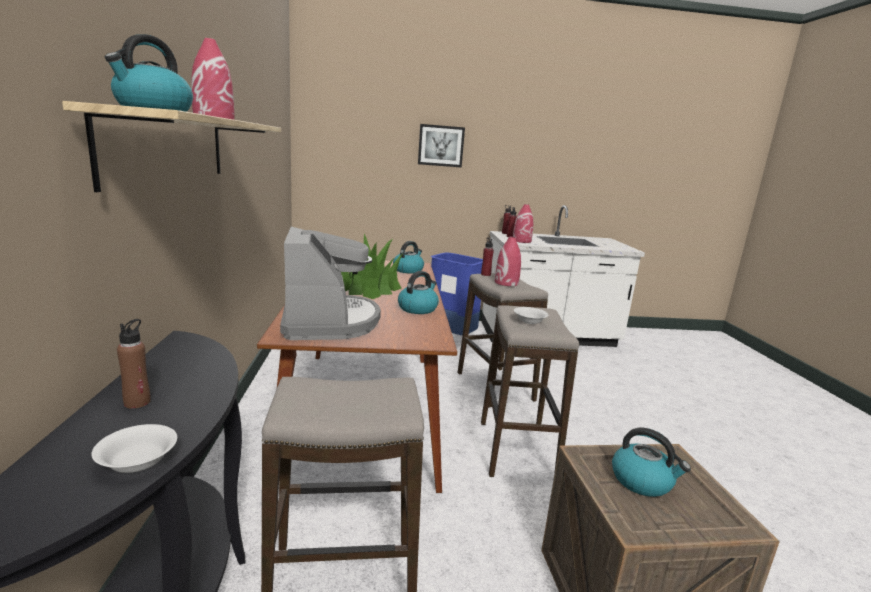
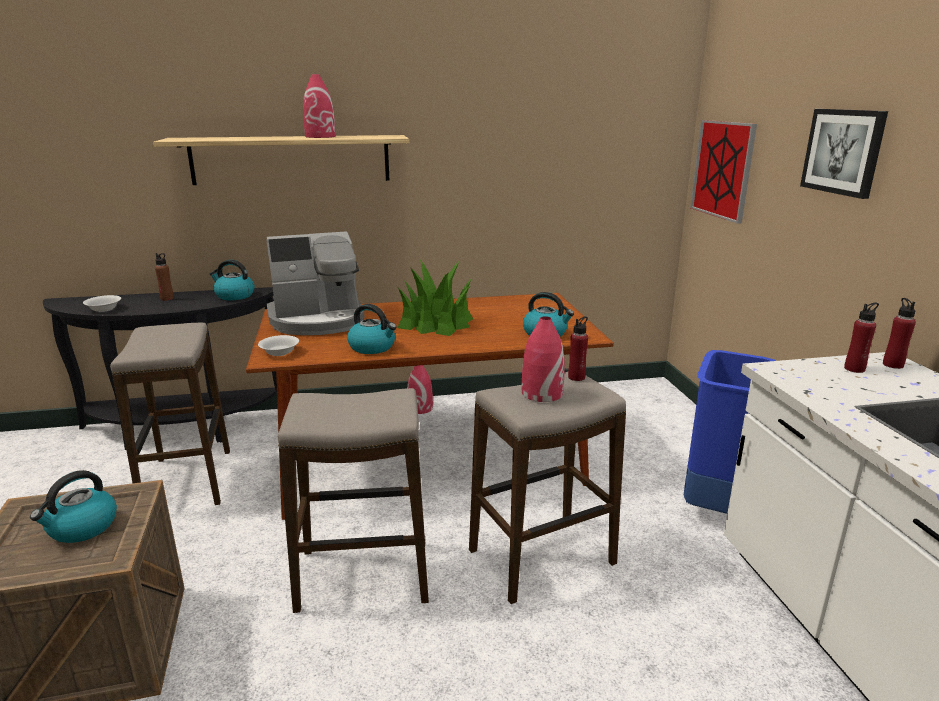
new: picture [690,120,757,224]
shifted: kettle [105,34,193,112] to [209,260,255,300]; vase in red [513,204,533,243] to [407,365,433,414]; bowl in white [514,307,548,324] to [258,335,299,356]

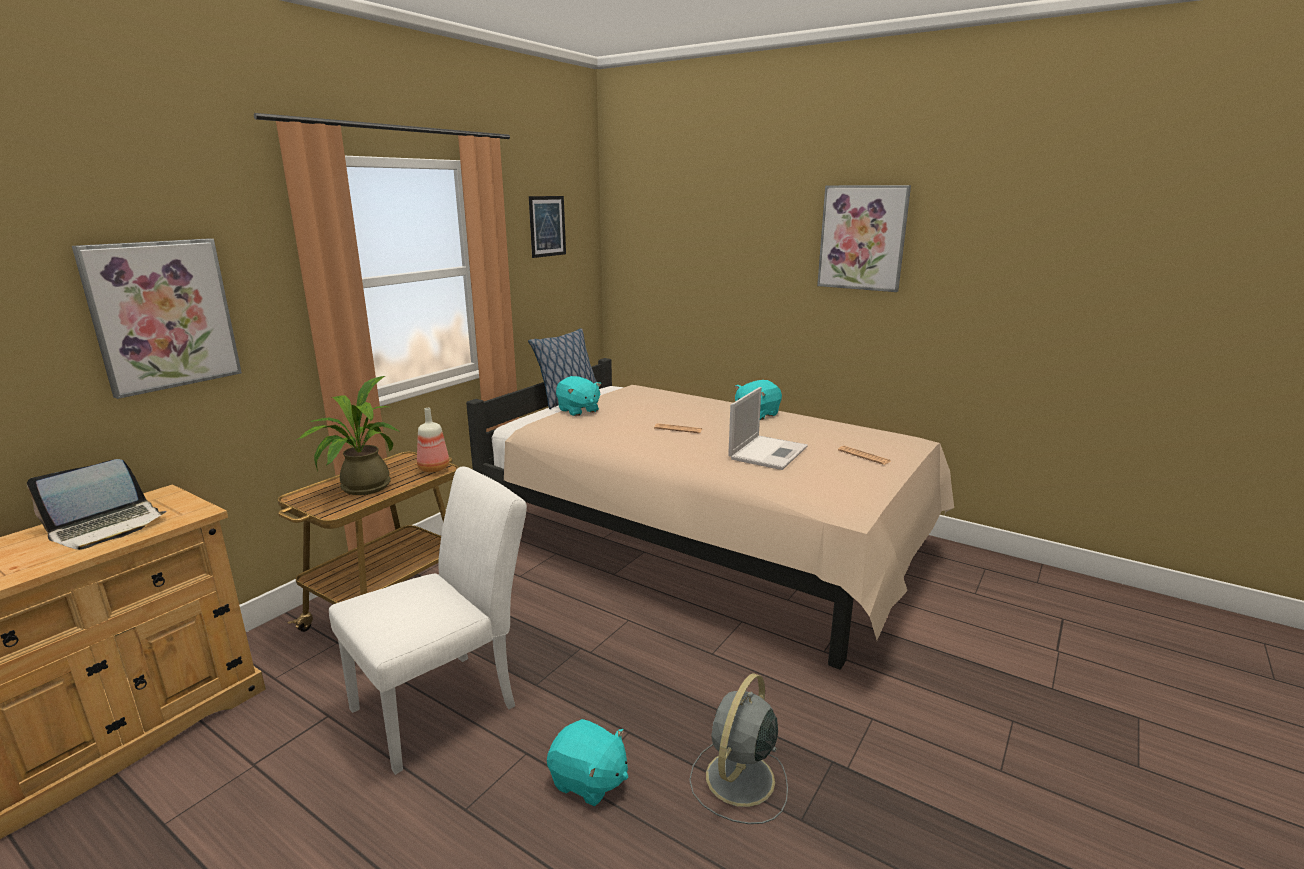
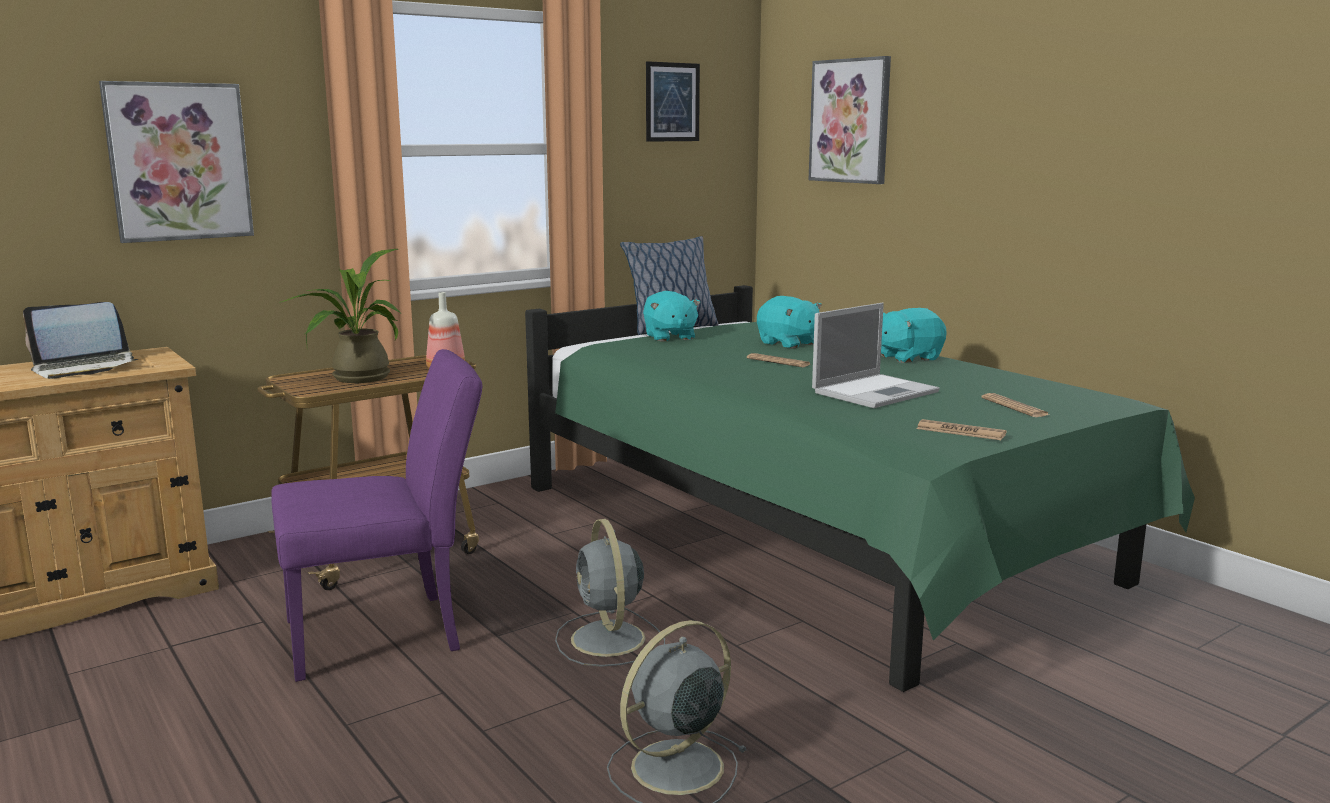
new: fan in grey [555,519,665,667]; newspaper [917,419,1007,440]
shifted: plush toy in turquoise [547,719,628,806] to [757,296,822,349]; picture [817,185,911,292] to [809,56,891,184]
repainted: chair in white [329,467,527,775] to chair in purple [271,349,482,682]; bed in beige [466,358,954,670] to bed in green [525,285,1195,692]

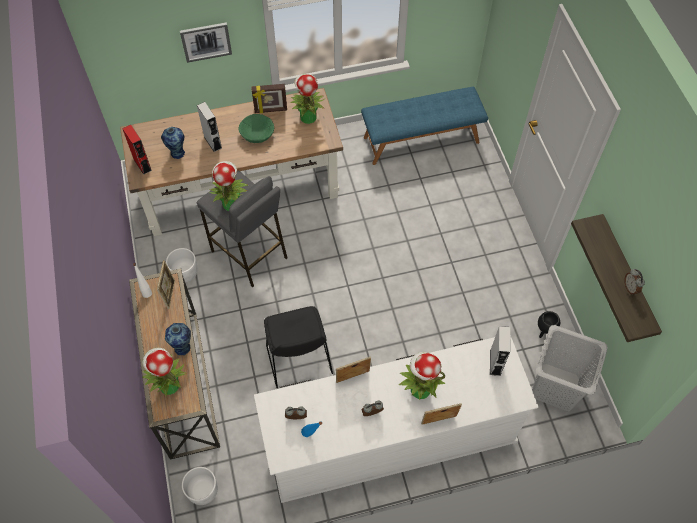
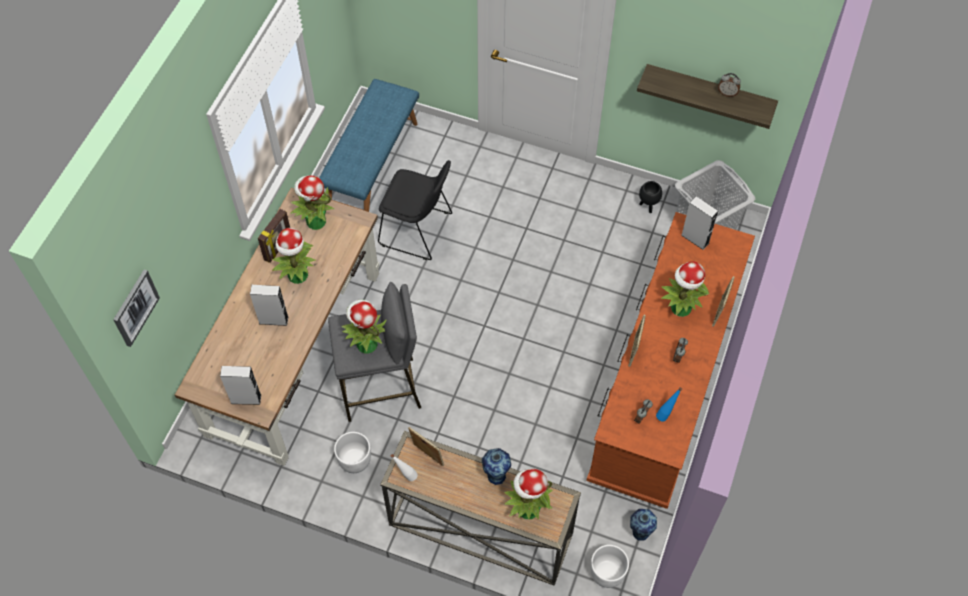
shifted: vase [161,127,186,159] to [630,509,657,541]; picture [180,22,232,63] to [113,269,160,347]; chair in black [264,306,333,388] to [378,160,452,260]
swapped: bowl in green [238,114,274,143] to potted plant [272,228,316,284]
repainted: speaker in red [122,125,152,175] to speaker in grey [220,366,261,405]; dresser in white [254,335,539,503] to dresser in brown [586,212,755,509]

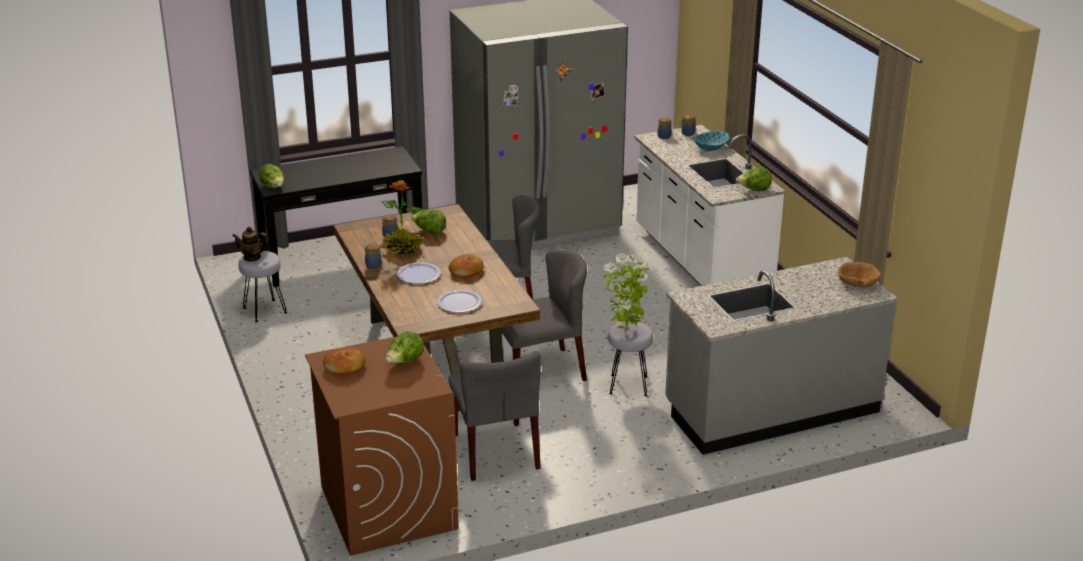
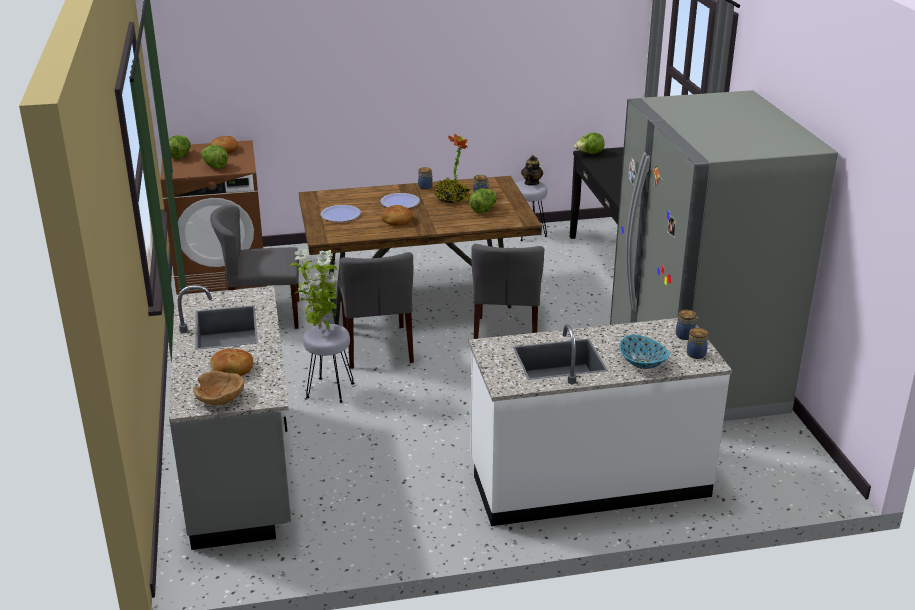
new: bread [210,349,253,376]
shifted: lettuce [736,167,772,191] to [169,135,191,159]

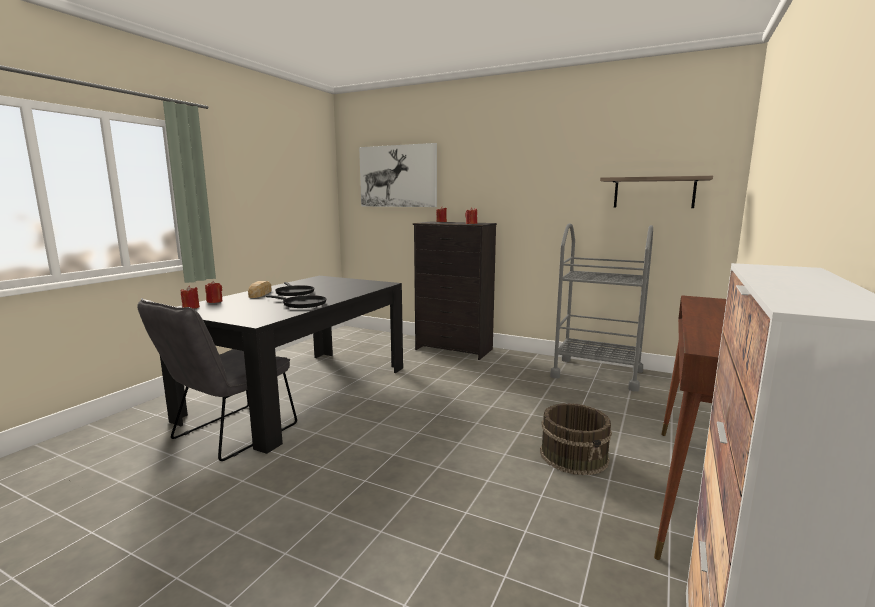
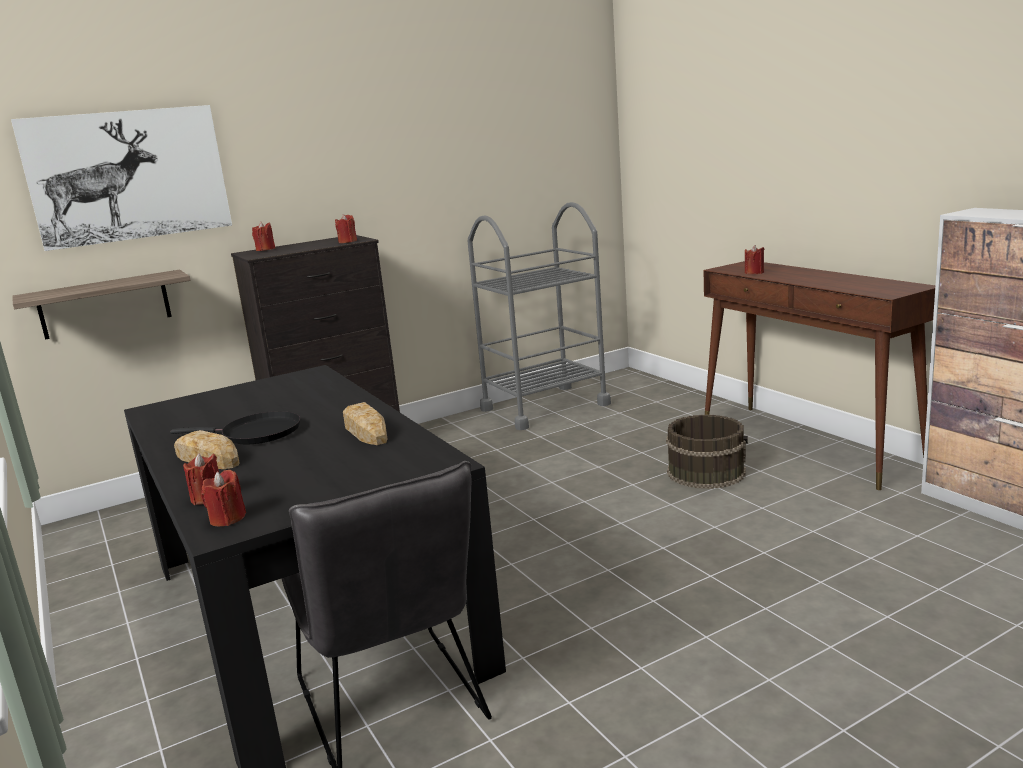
new: candle in red [745,245,764,274]
shifted: shelf [600,176,713,208] to [12,270,190,339]
swapped: frying pan in black [266,295,327,308] to bread [343,402,387,445]

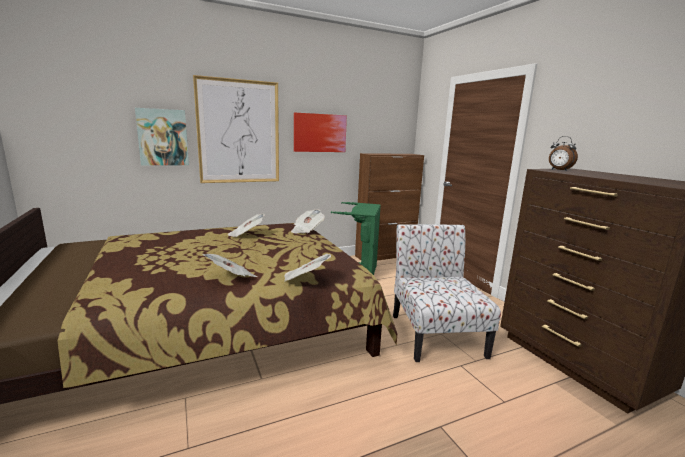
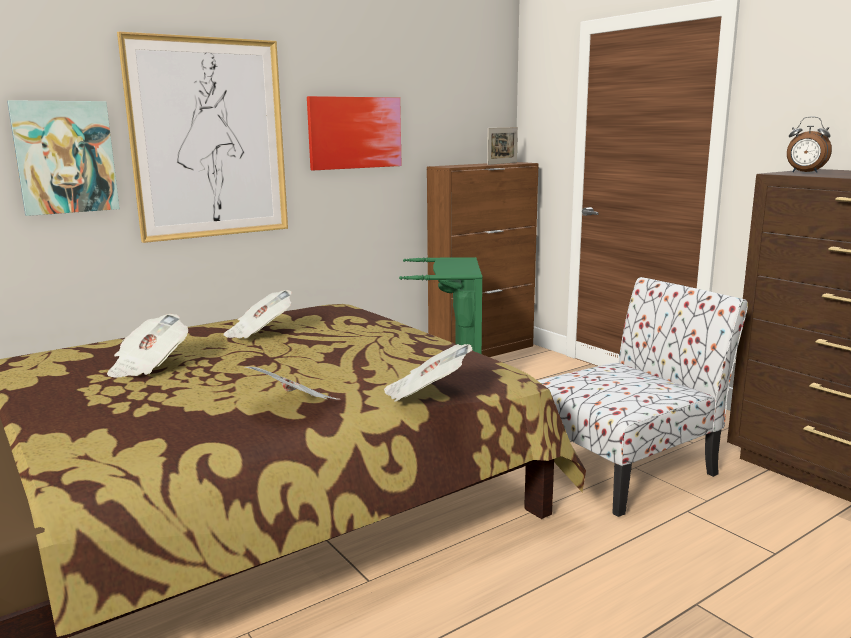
new: picture frame [487,127,518,165]
shifted: newspaper [291,209,325,233] to [107,314,188,378]
rotated: chair [393,224,501,362] = [537,277,748,517] 75 degrees clockwise

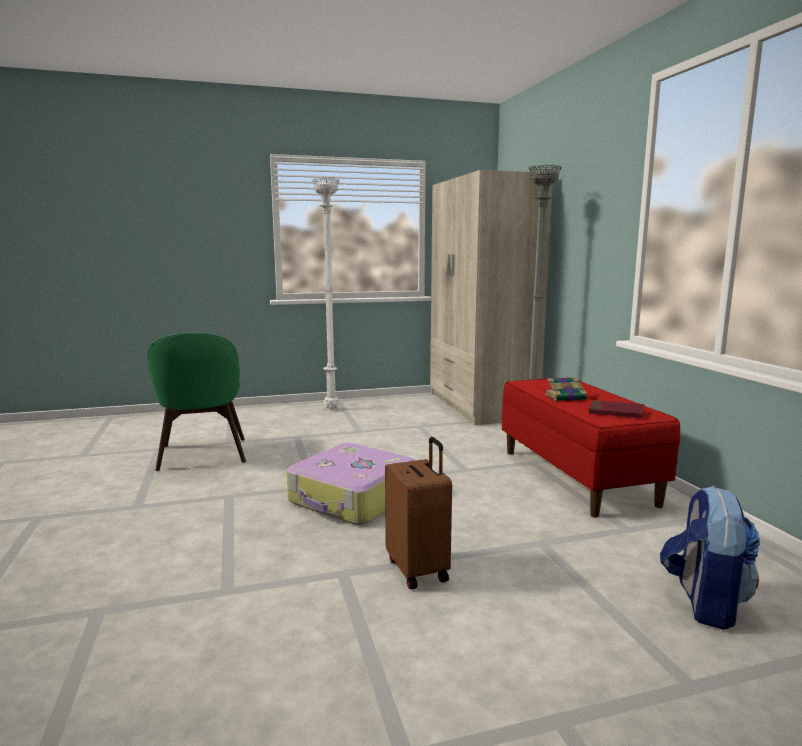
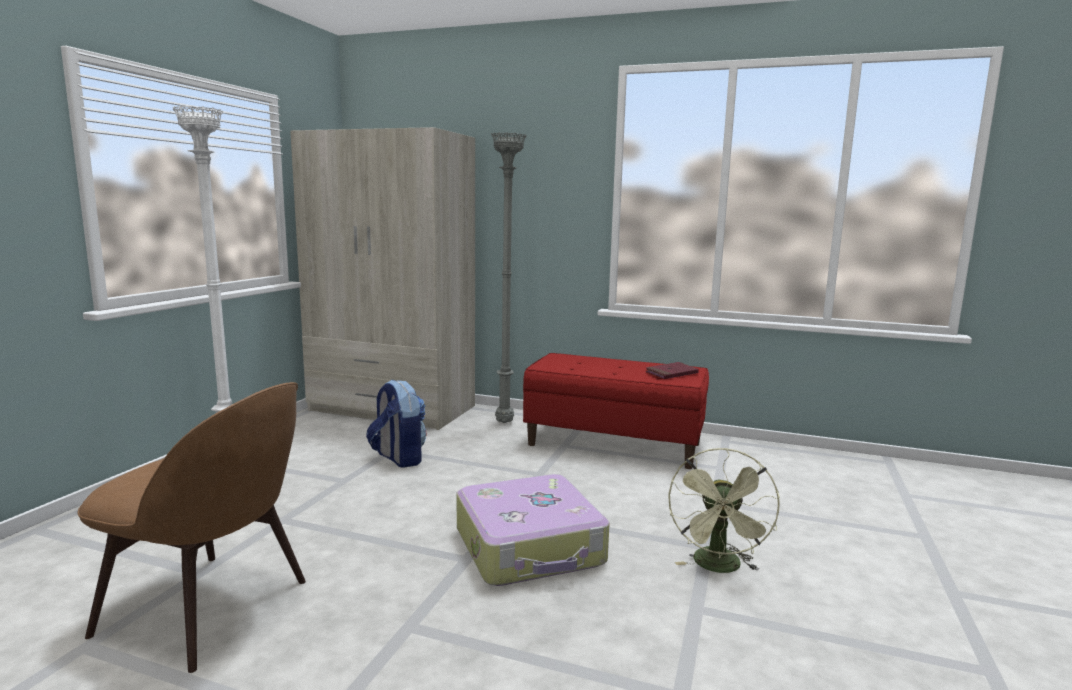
gone: book [545,377,590,401]
shifted: backpack [660,486,760,630] to [366,379,426,468]
swapped: suitcase in brown [385,437,452,589] to fan in green [668,448,780,573]
repainted: chair in green [147,333,246,471] to chair in brown [78,382,306,673]

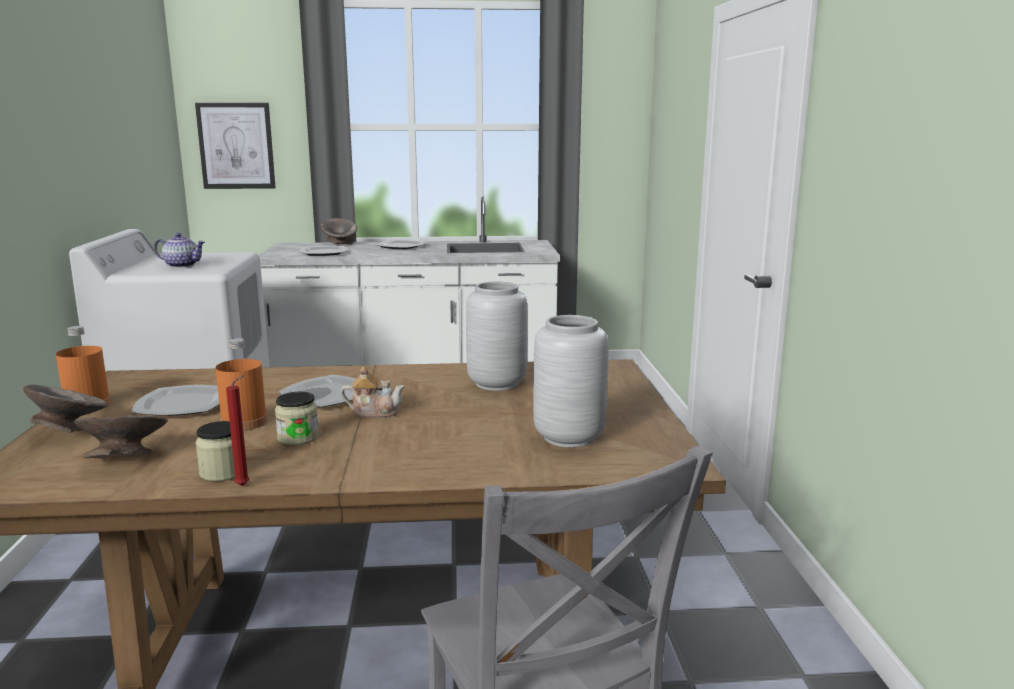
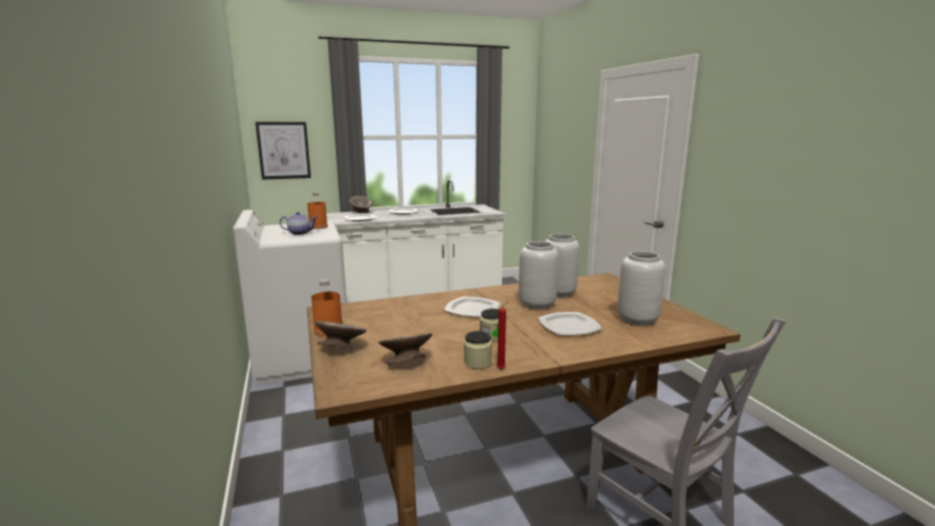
gone: teapot [341,366,405,417]
new: vase in grey [519,241,559,310]
shifted: plate [132,385,219,416] to [539,312,602,335]; bottle in orange [215,338,267,431] to [307,192,328,229]

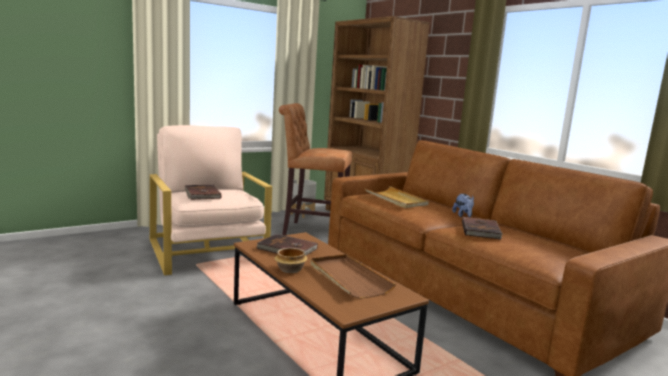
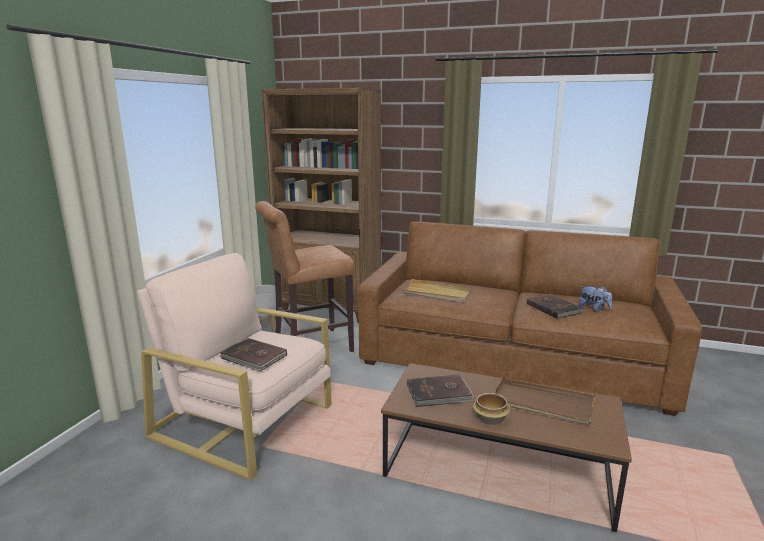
shifted: plush toy [452,194,474,217] to [579,286,612,312]

